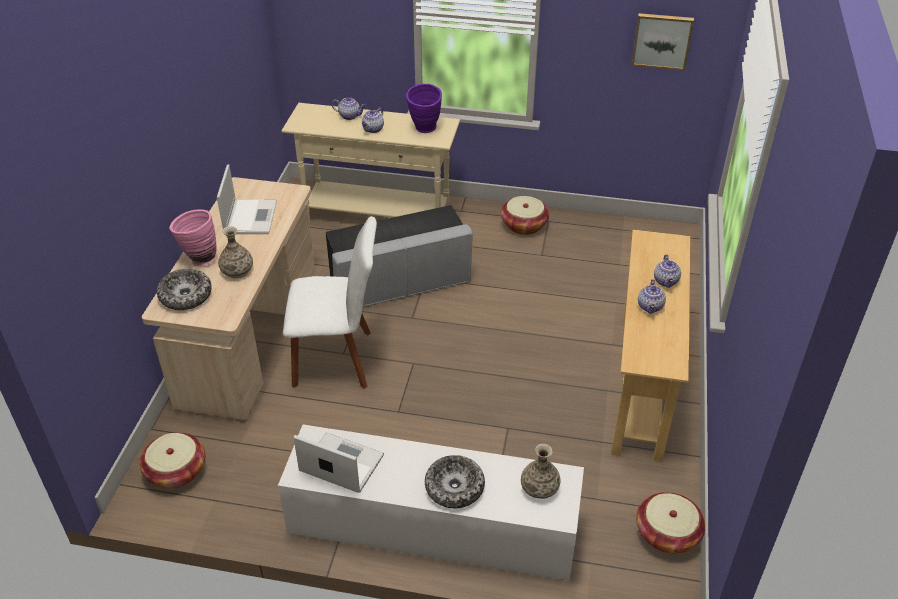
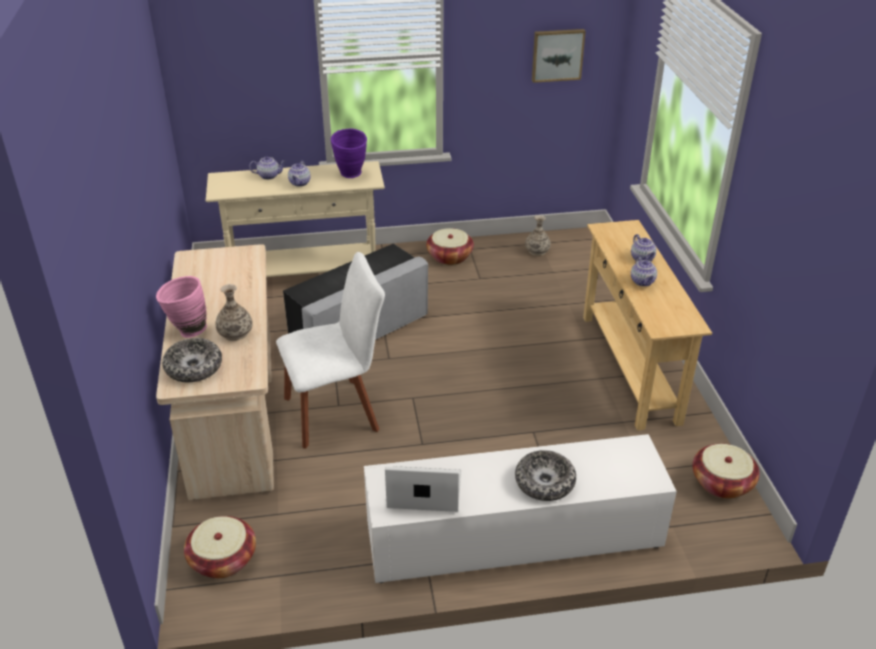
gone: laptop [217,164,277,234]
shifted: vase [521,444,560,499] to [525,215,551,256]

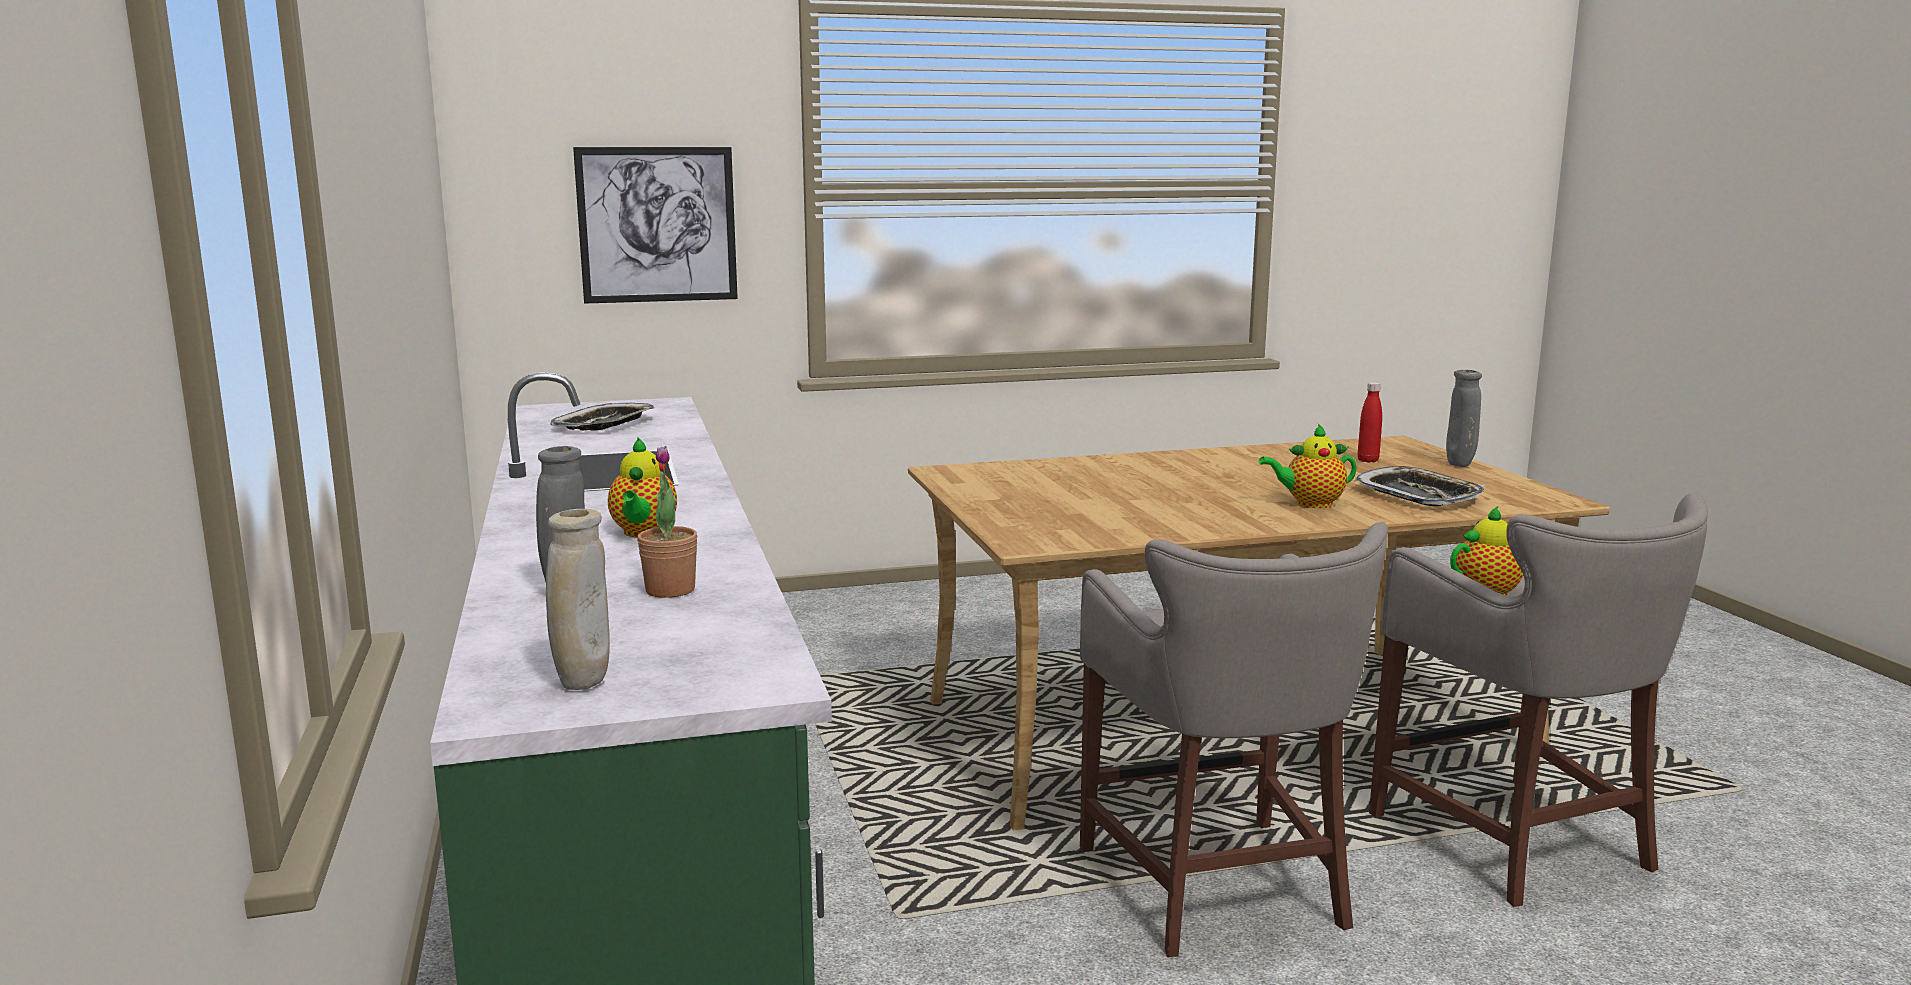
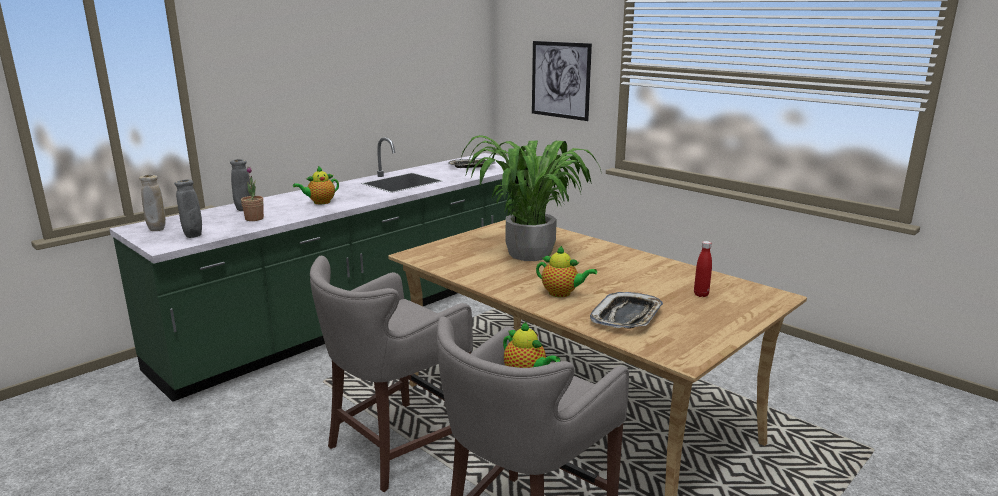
new: potted plant [460,135,601,261]
shifted: vase in grey [1446,370,1482,467] to [174,180,202,238]
rotated: teapot [1259,424,1357,508] = [536,246,597,297] 150 degrees clockwise

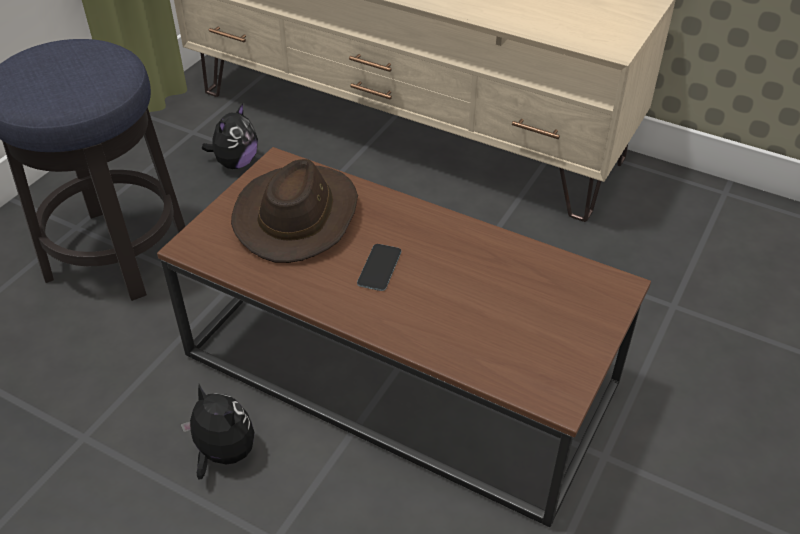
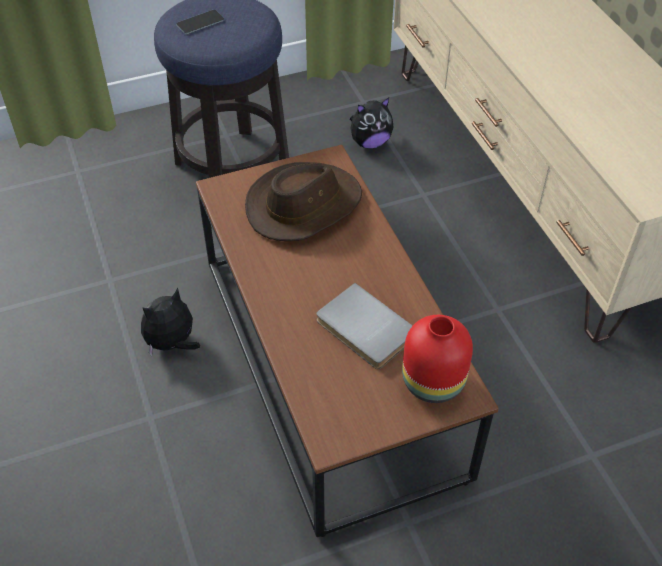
new: book in grey [316,283,413,369]; vase in red [402,315,473,403]
shifted: phone [357,244,401,291] to [176,10,224,34]
rotated: plush toy [181,384,254,480] = [141,288,200,357] 120 degrees counterclockwise

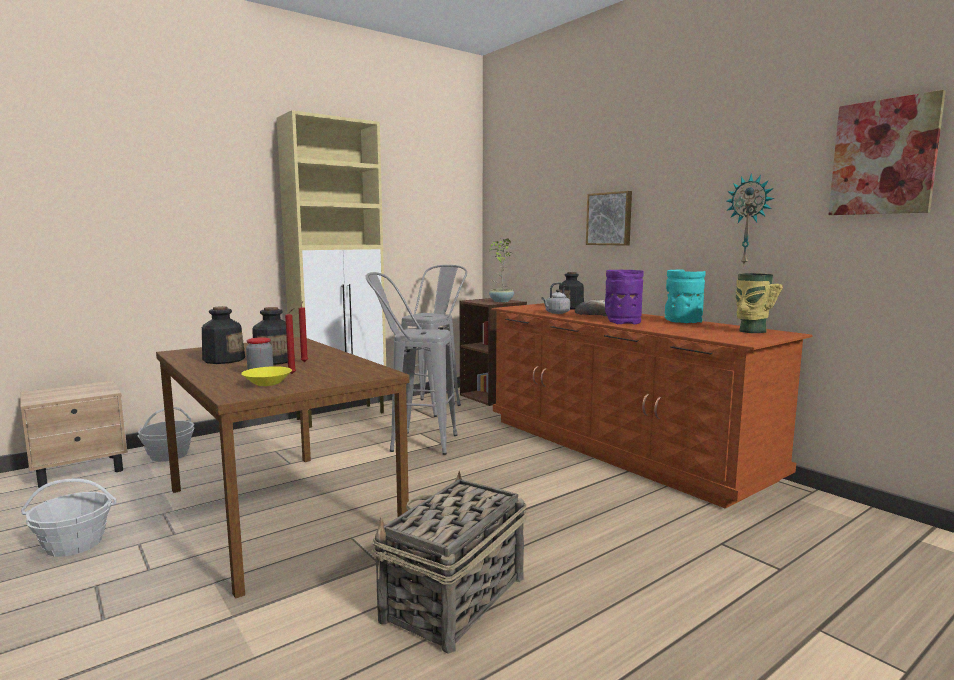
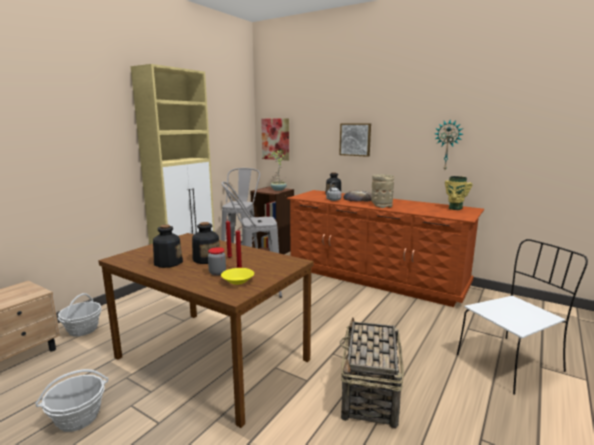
gone: vase in turquoise [665,270,706,323]
new: chair in white [457,239,588,395]
shifted: picture [829,90,946,215] to [261,119,289,161]
repainted: vase in purple [605,270,644,324] to vase in beige [371,174,394,208]

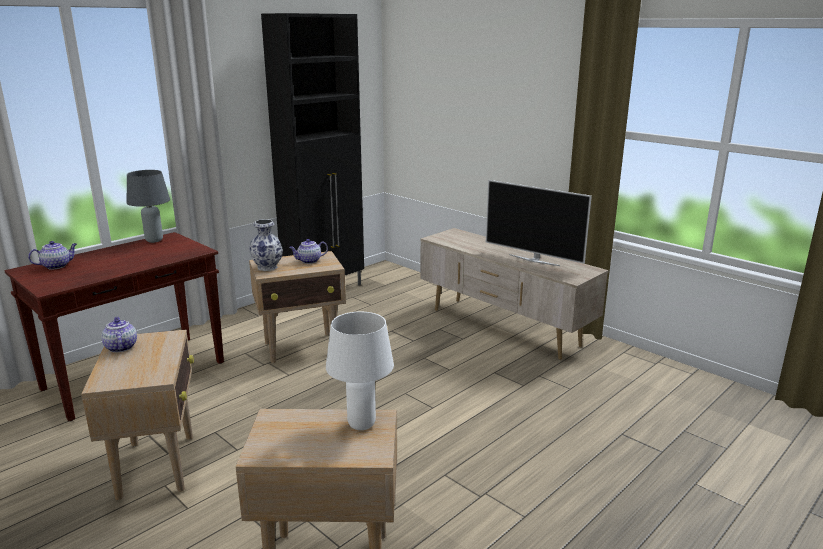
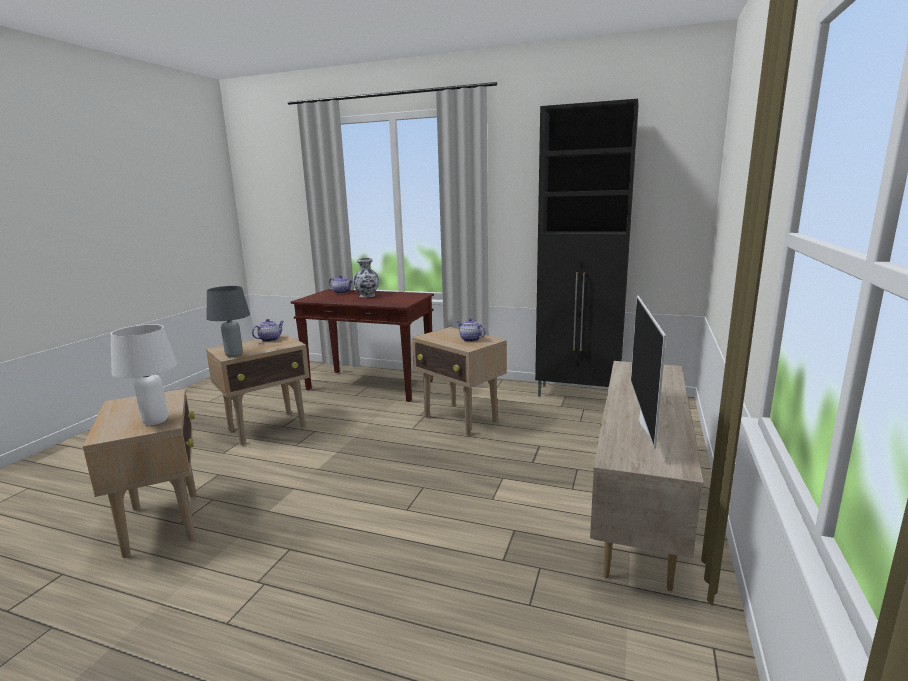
shifted: table lamp in grey [127,170,170,243] to [206,286,250,357]; vase [249,219,283,271] to [354,258,379,298]

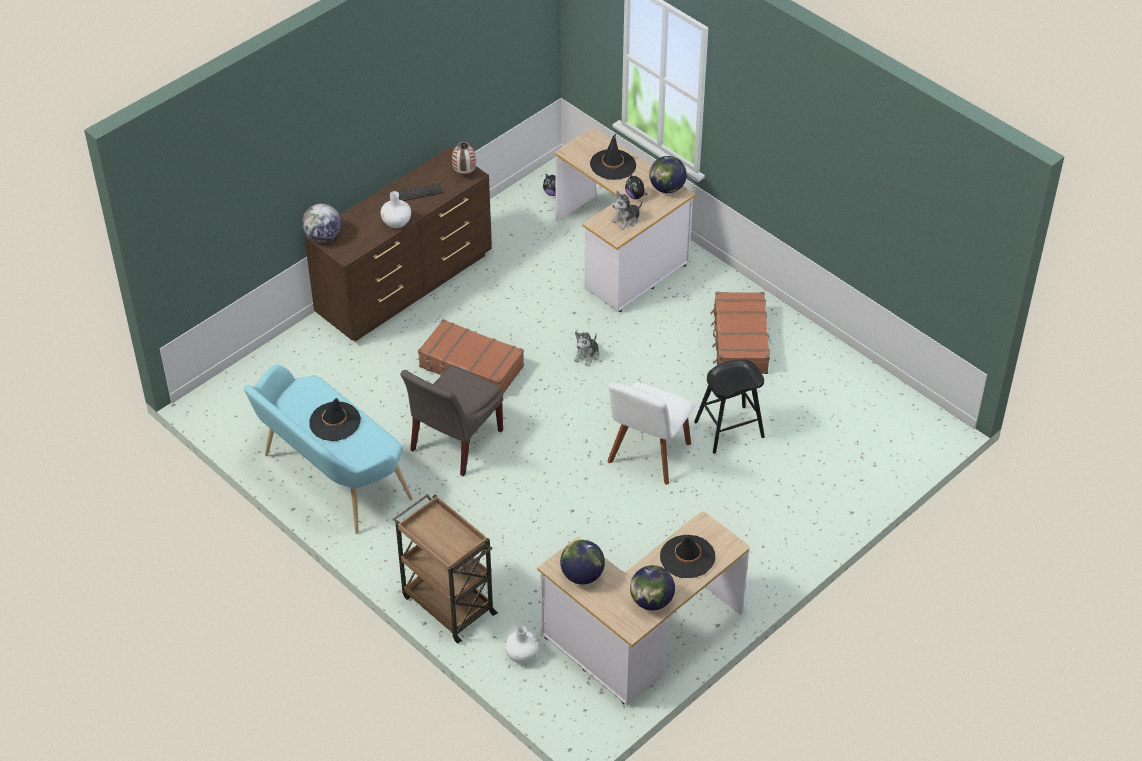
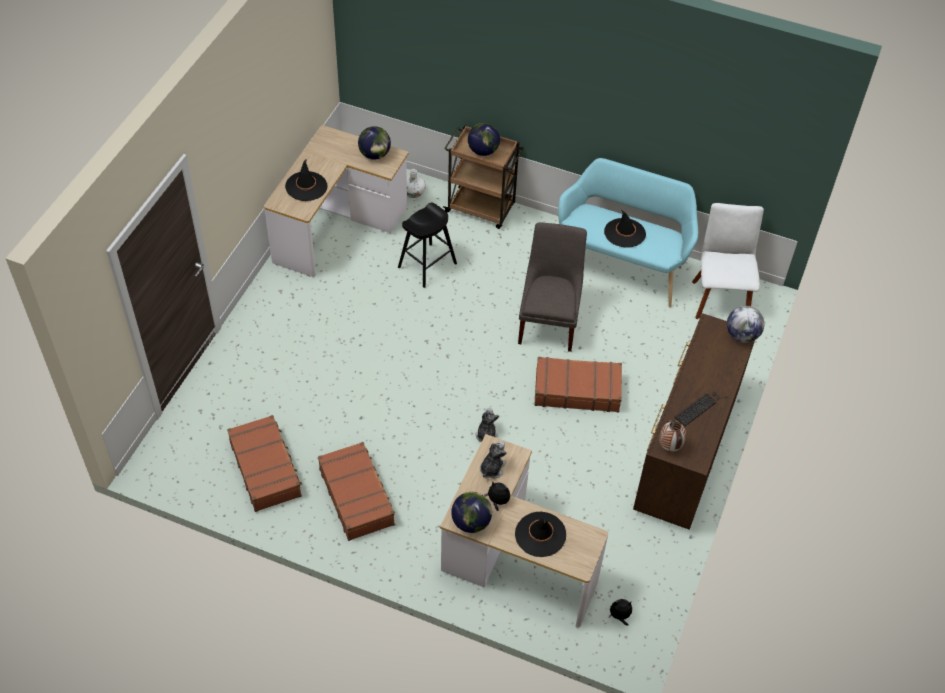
gone: vase in white [381,191,411,228]
new: suitcase in brown [227,415,302,512]
shifted: chair in white [607,382,695,485] to [692,203,764,319]; globe [630,565,675,611] to [468,123,500,156]; stool in black [694,360,765,454] to [398,203,457,288]

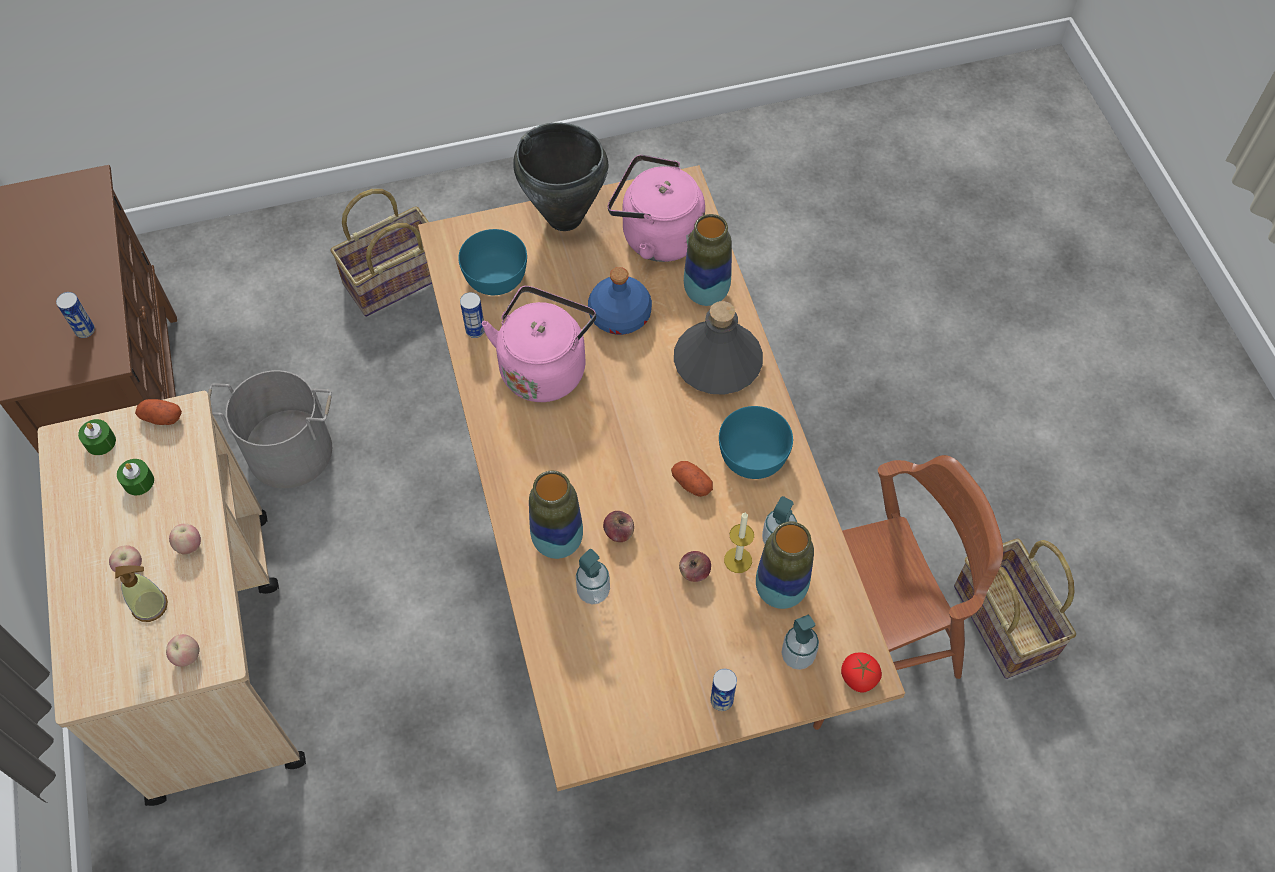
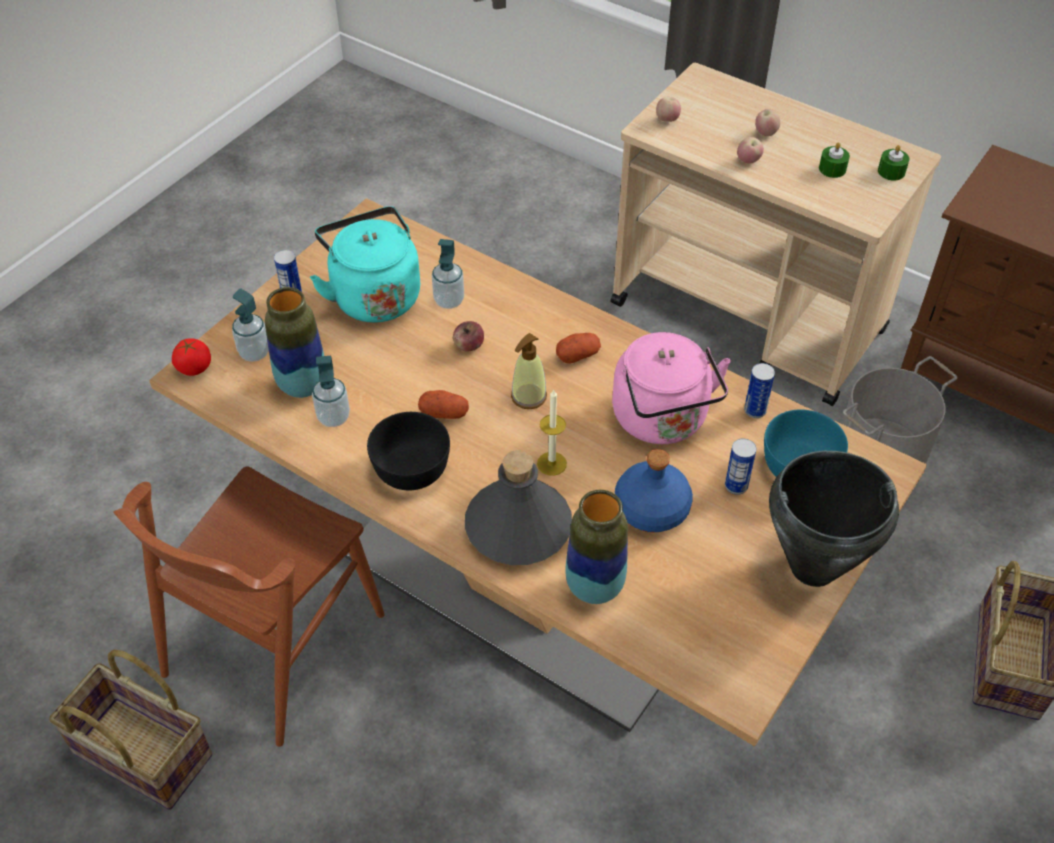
gone: vase [529,471,583,559]; kettle in pink [608,154,705,262]; apple [679,551,711,582]
new: kettle in turquoise [310,206,420,323]
shifted: can [56,292,95,338] to [725,439,756,495]; soap dispenser [115,566,168,622] to [511,333,547,409]; potato [135,399,182,425] to [556,333,601,364]; candle [724,512,754,573] to [537,390,567,476]
repainted: bowl in turquoise [719,406,793,479] to bowl in black [367,412,450,490]

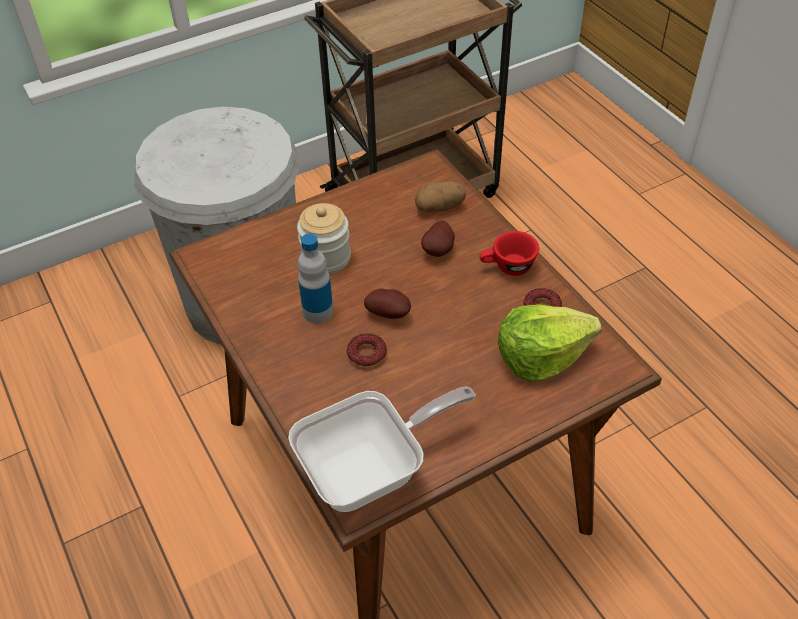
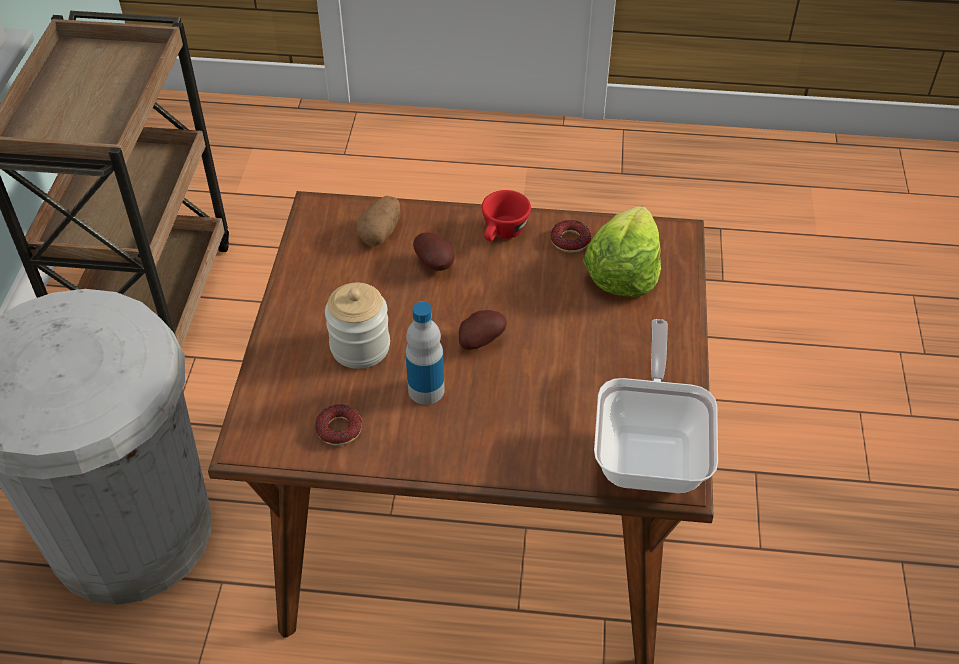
shifted: donut [347,333,387,368] to [315,404,362,446]

